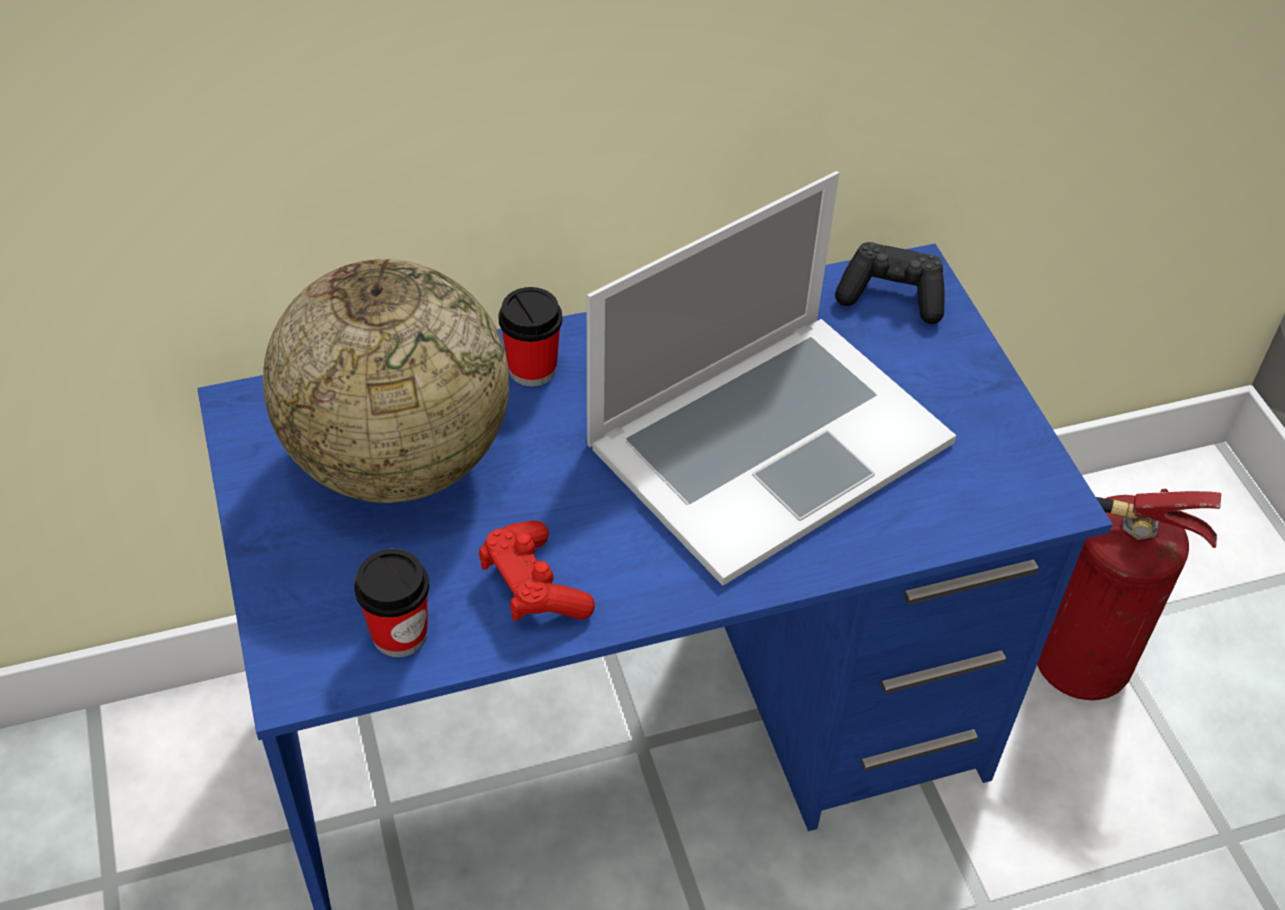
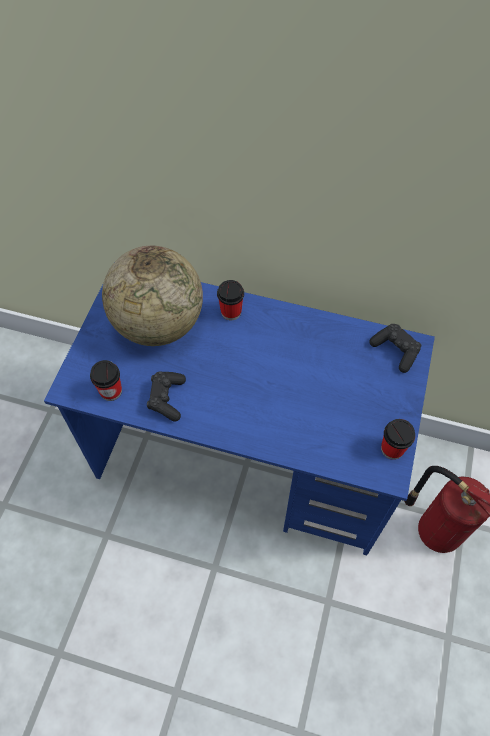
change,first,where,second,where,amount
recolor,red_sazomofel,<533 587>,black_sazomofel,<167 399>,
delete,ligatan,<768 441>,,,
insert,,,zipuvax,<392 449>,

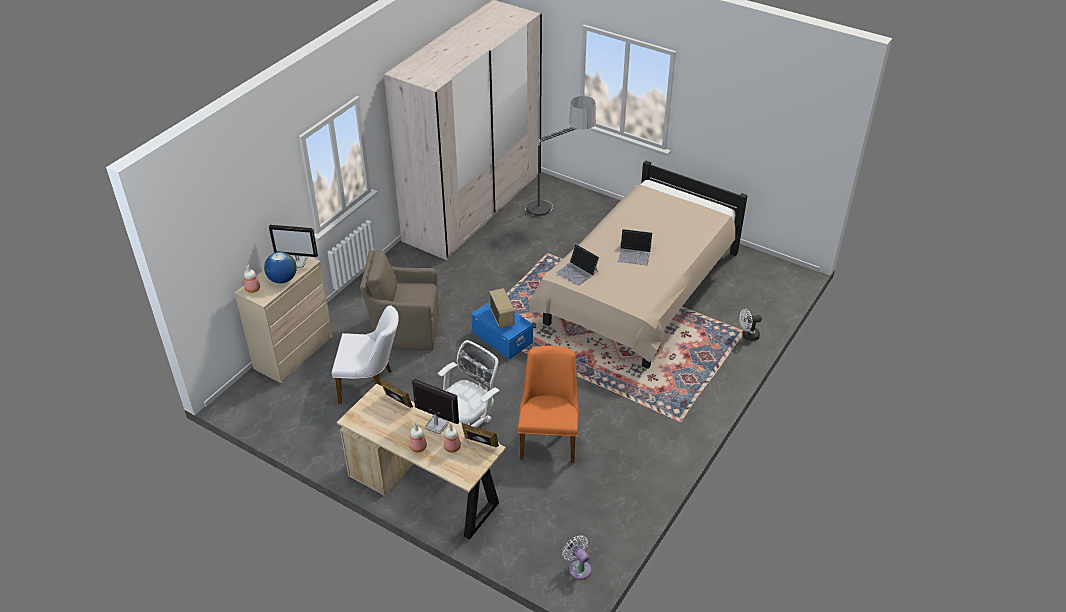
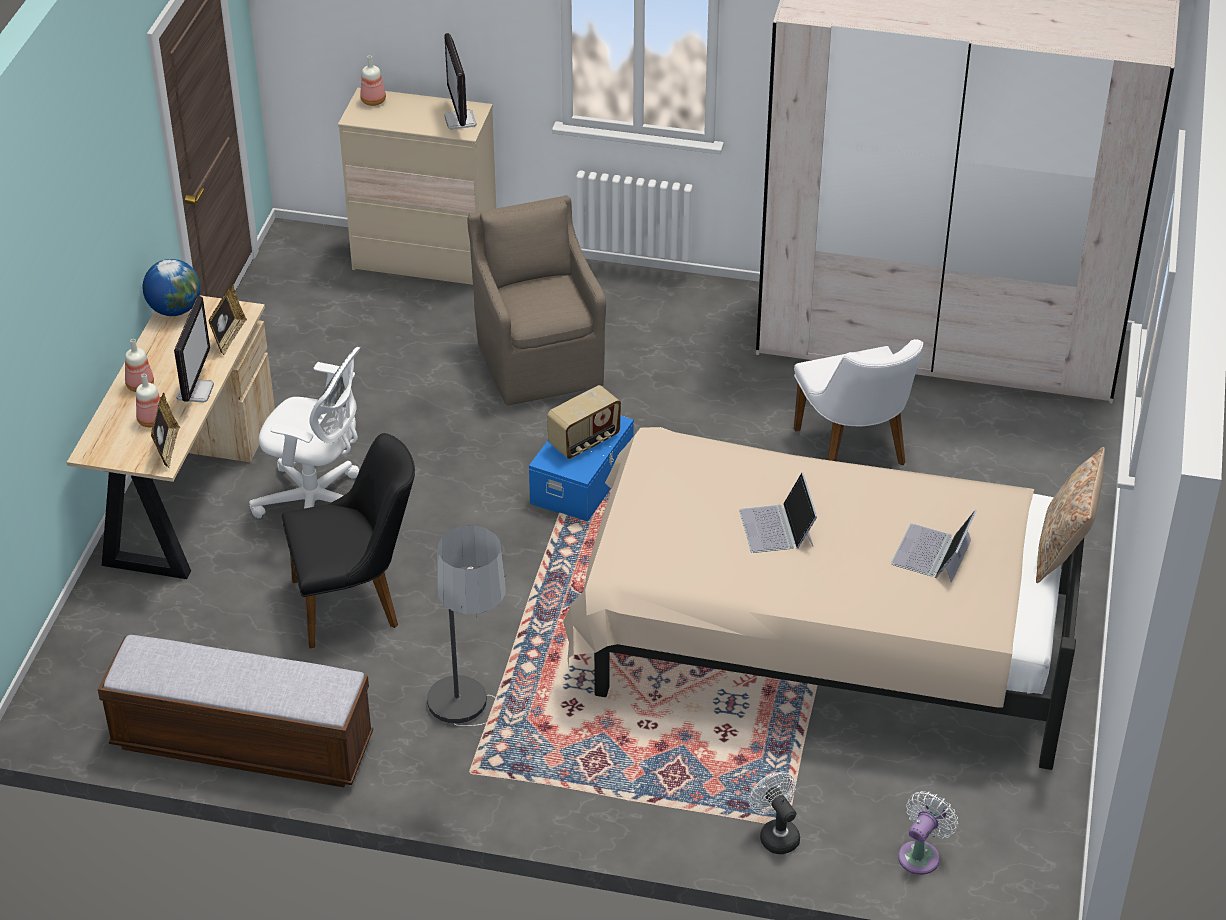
change,first,where,second,where,amount
move,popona,<282 279>,,<175 309>,
move,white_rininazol,<371 386>,,<855 452>,
recolor,orange_rininazol,<549 437>,black_rininazol,<356 602>,
move,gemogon,<558 209>,,<471 737>,
move,ligatan,<577 272>,,<932 553>,
move,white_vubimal,<578 568>,,<921 854>,
insert,,,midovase,<242 743>,
insert,,,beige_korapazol,<1063 550>,

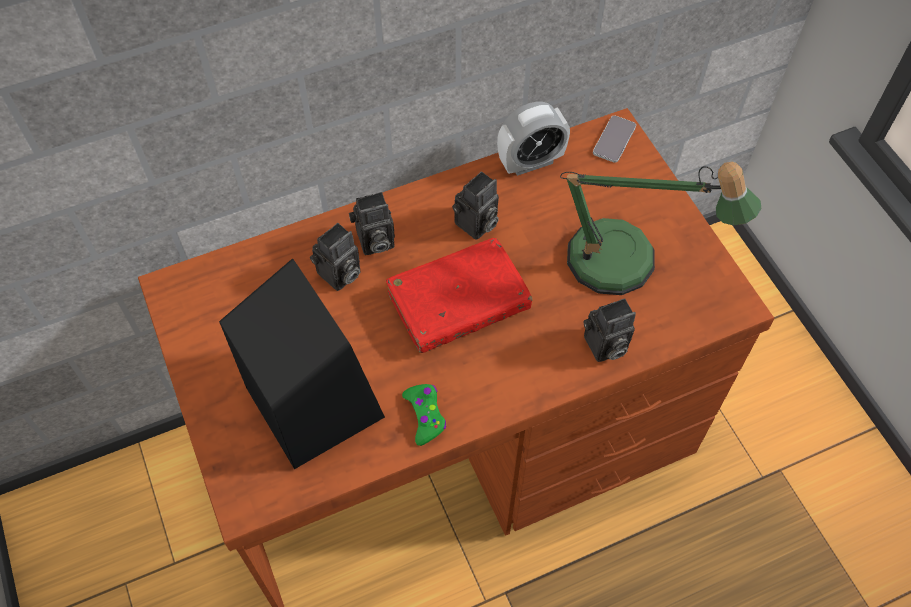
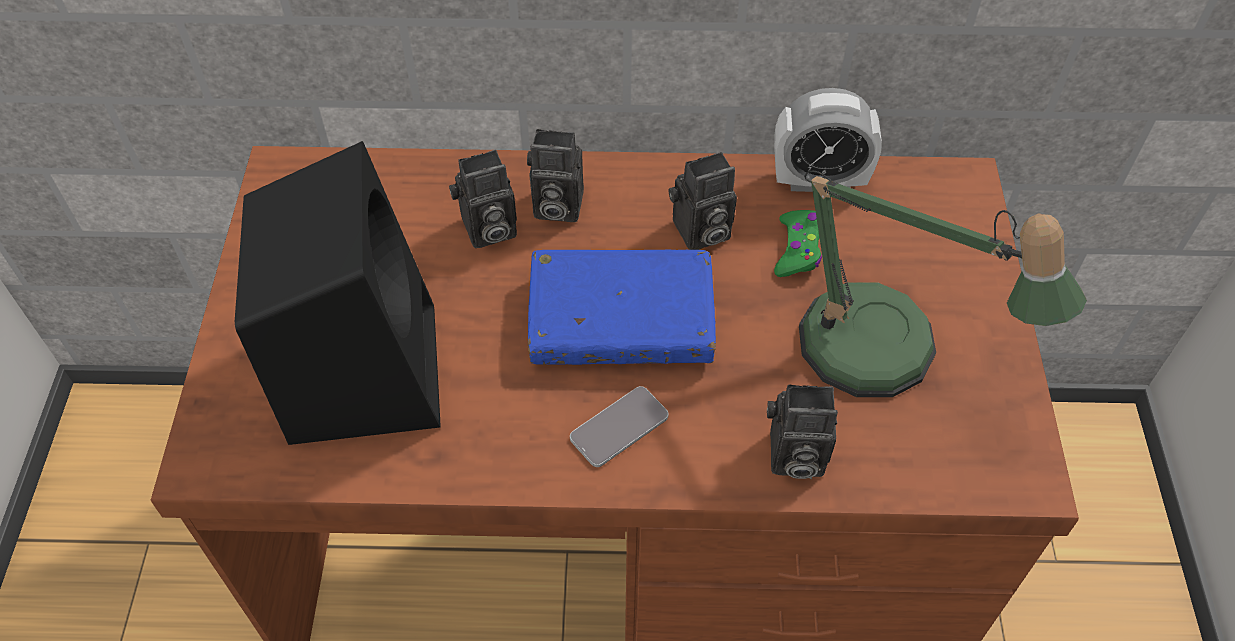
change,first,where,second,where,amount
recolor,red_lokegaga,<458 303>,blue_lokegaga,<621 321>,
move,green_sazomofel,<425 415>,,<798 249>,
move,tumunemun,<614 140>,,<619 427>,

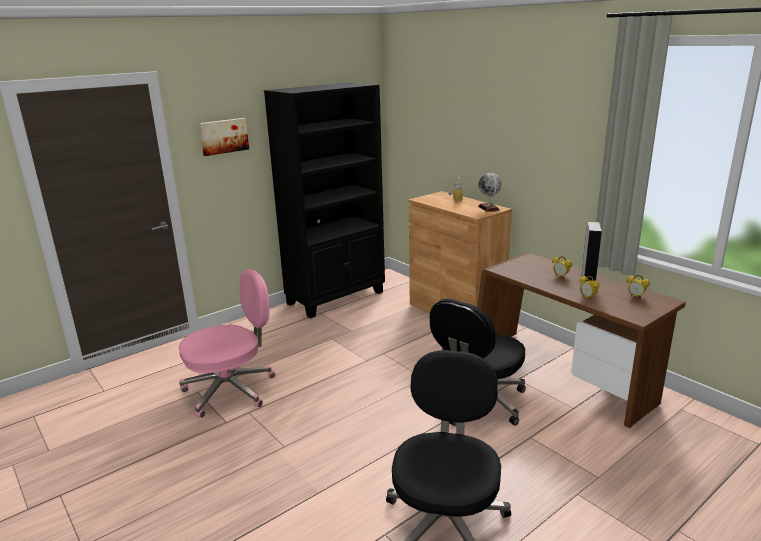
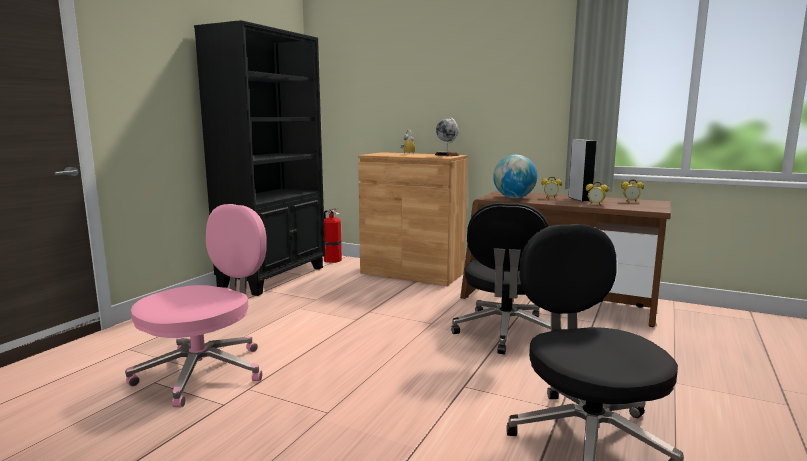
change,first,where,second,where,amount
delete,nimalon,<223 136>,,,
insert,,,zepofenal,<332 260>,
insert,,,popona,<514 198>,

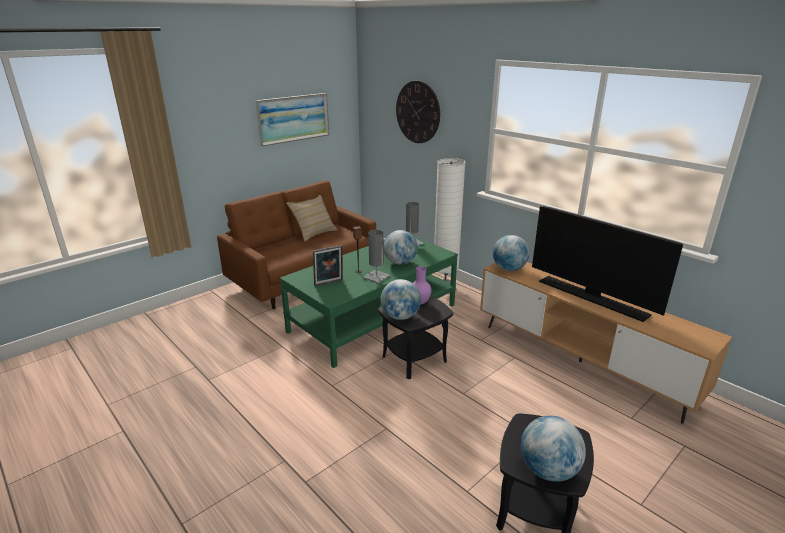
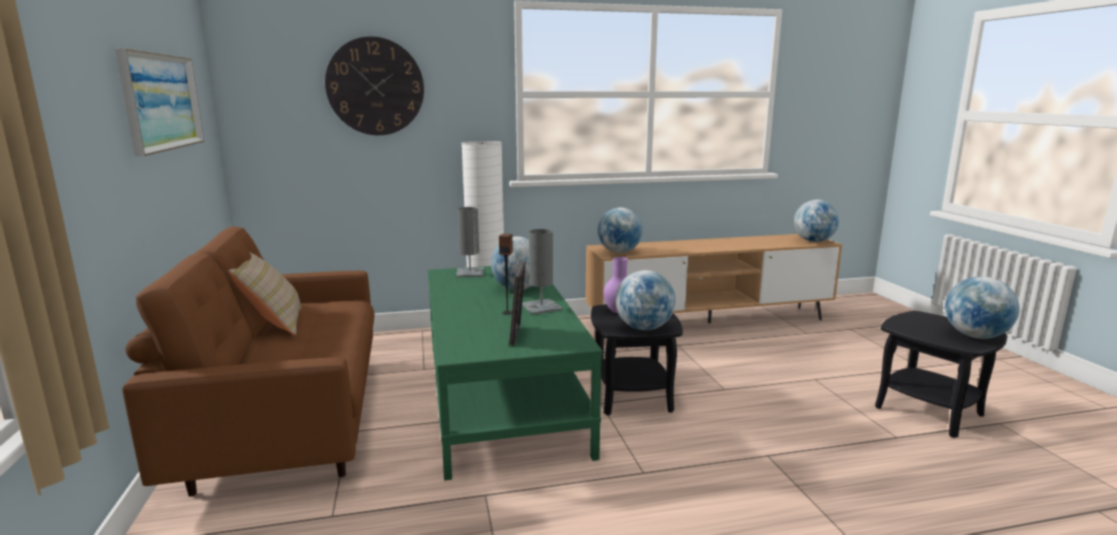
change,first,where,second,where,amount
delete,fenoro,<592 298>,,,
insert,,,popona,<813 241>,

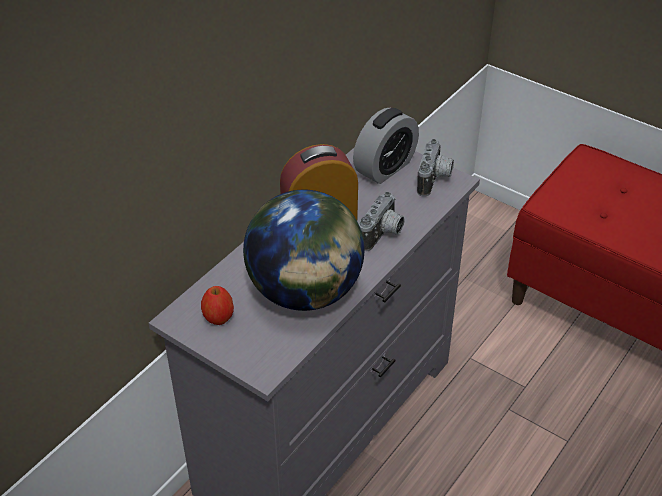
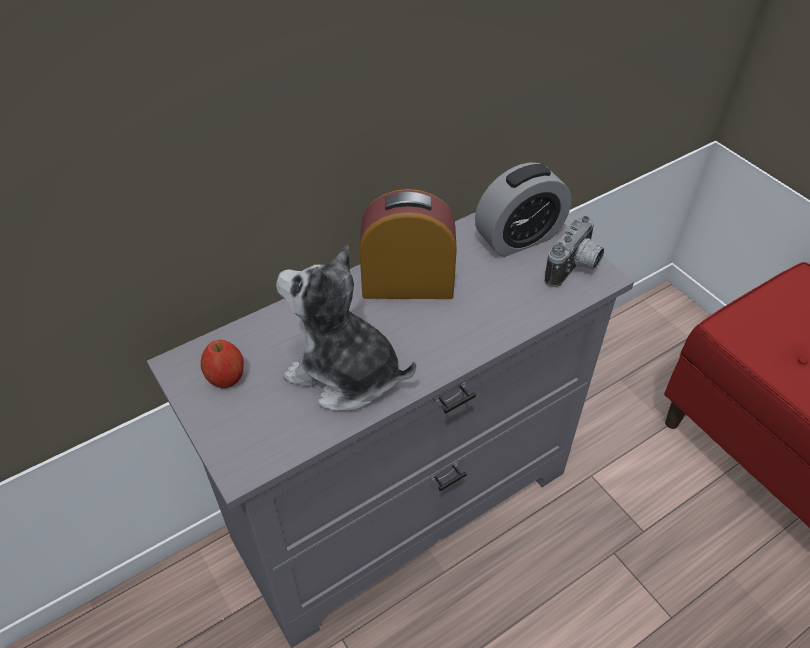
change,first,where,second,where,amount
replace,popona,<305 292>,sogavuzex,<344 374>,
delete,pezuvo,<383 235>,,,

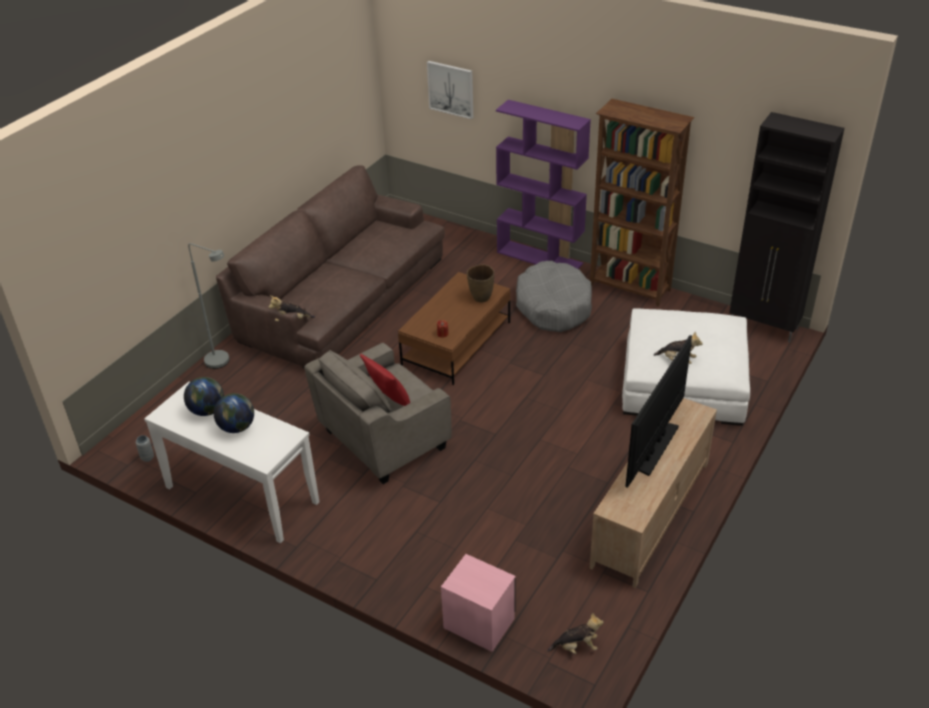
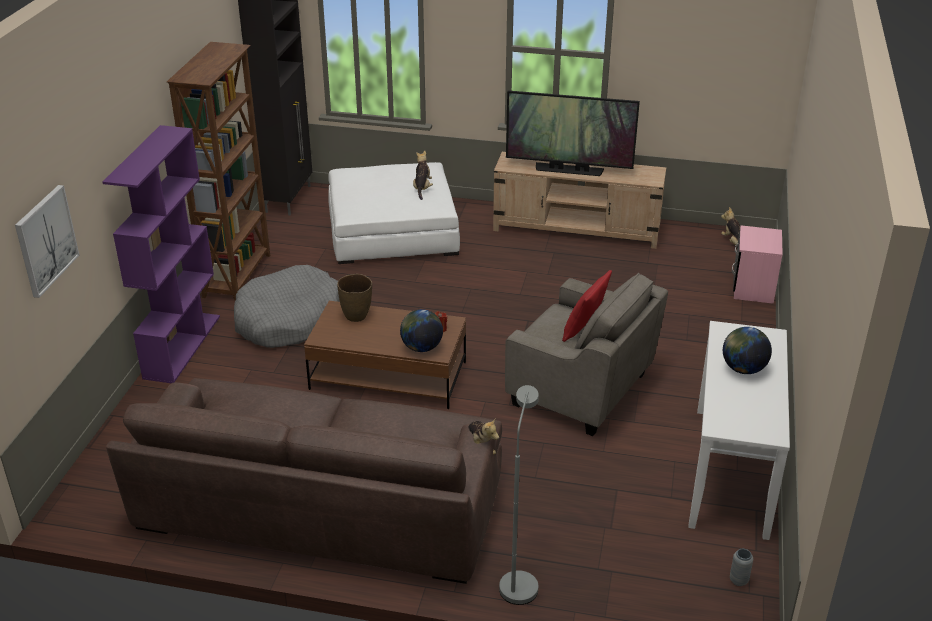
change,first,where,second,where,amount
move,popona,<207 410>,,<421 347>,

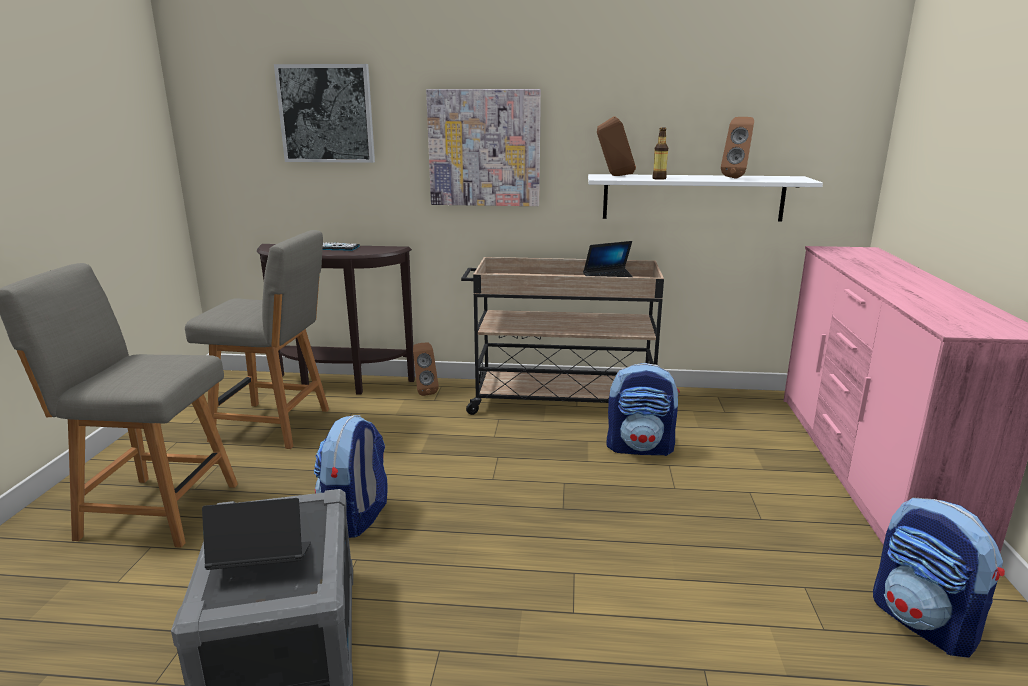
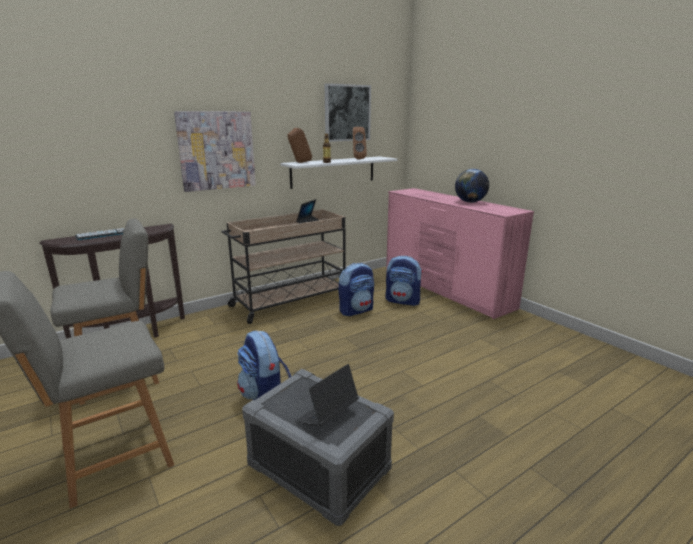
change,first,where,second,where,amount
move,nimalon,<326 114>,,<347 113>,
delete,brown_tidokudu,<424 391>,,,
move,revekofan,<924 623>,,<403 301>,
insert,,,popona,<470 202>,

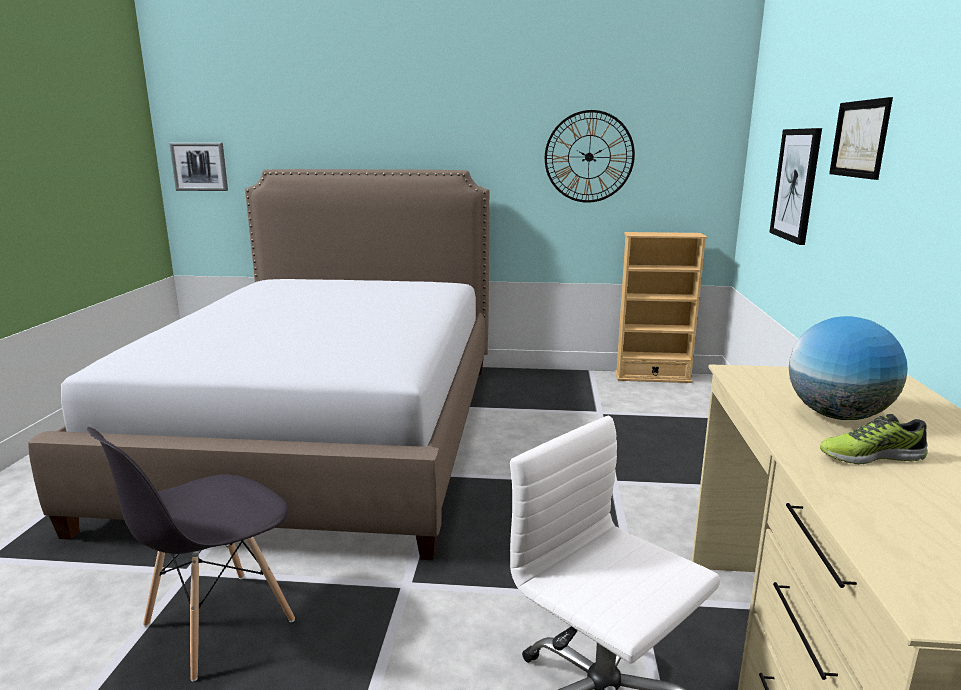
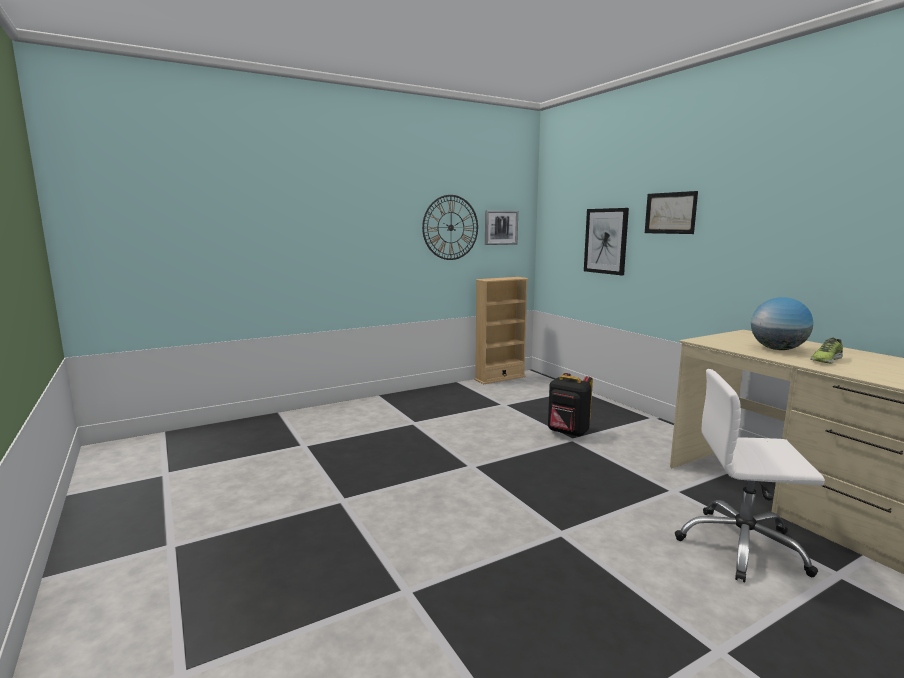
change,first,where,second,where,amount
delete,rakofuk,<328 432>,,,
delete,grey_rininazol,<217 624>,,,
move,nimalon,<199 166>,,<500 227>,
insert,,,black_revekofan,<568 432>,

